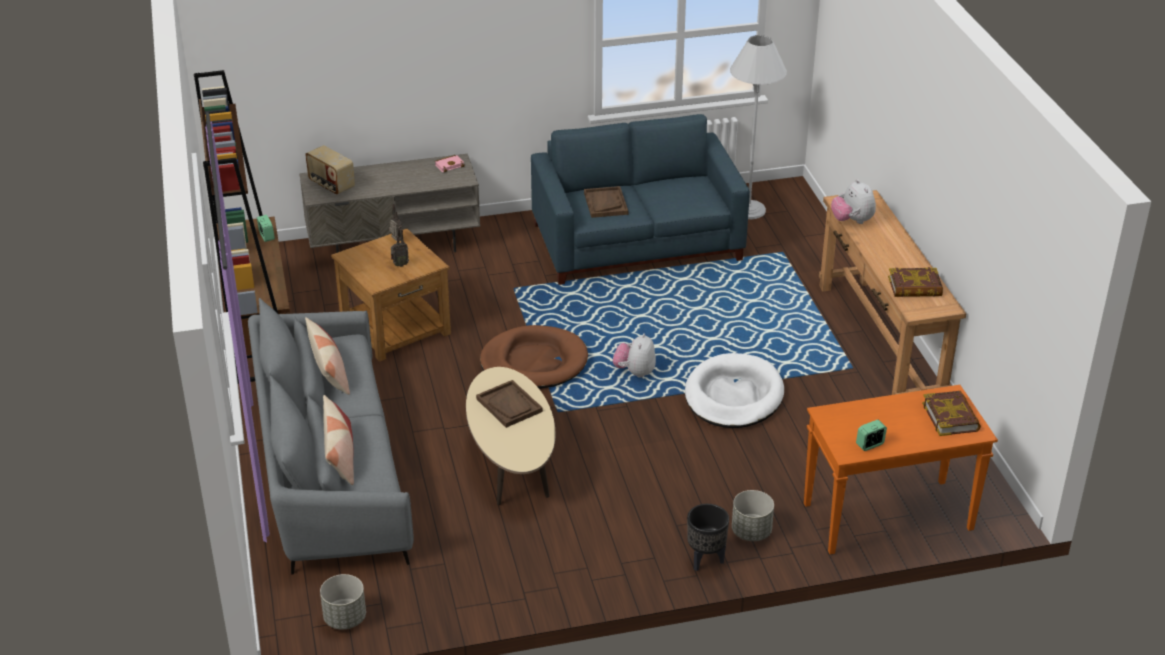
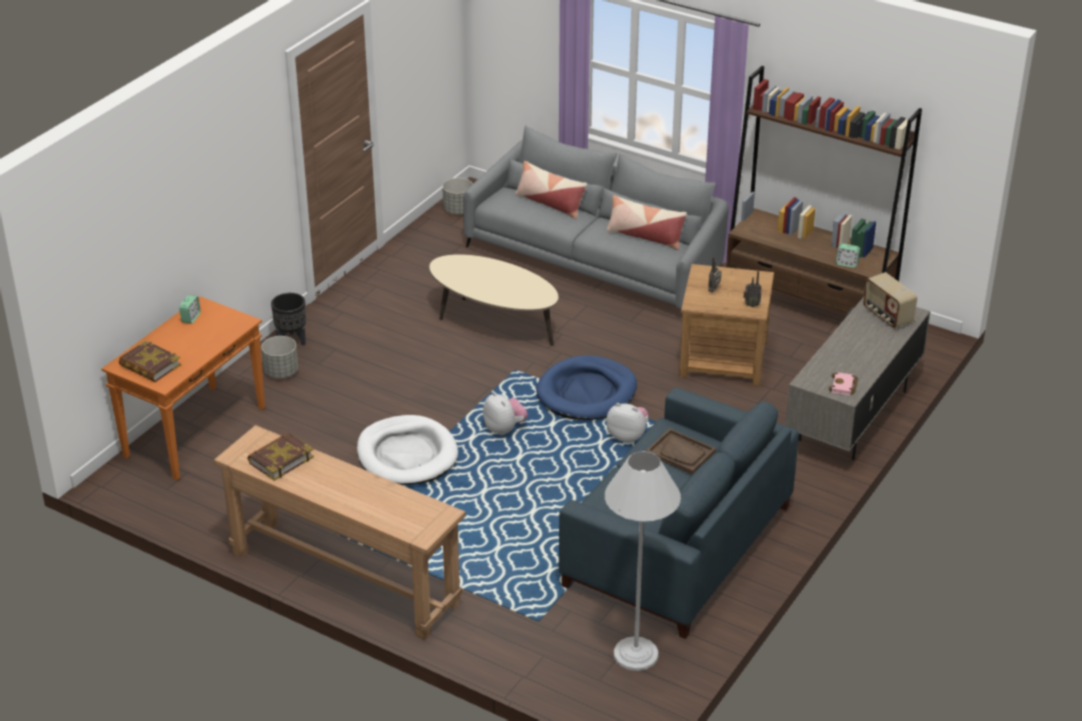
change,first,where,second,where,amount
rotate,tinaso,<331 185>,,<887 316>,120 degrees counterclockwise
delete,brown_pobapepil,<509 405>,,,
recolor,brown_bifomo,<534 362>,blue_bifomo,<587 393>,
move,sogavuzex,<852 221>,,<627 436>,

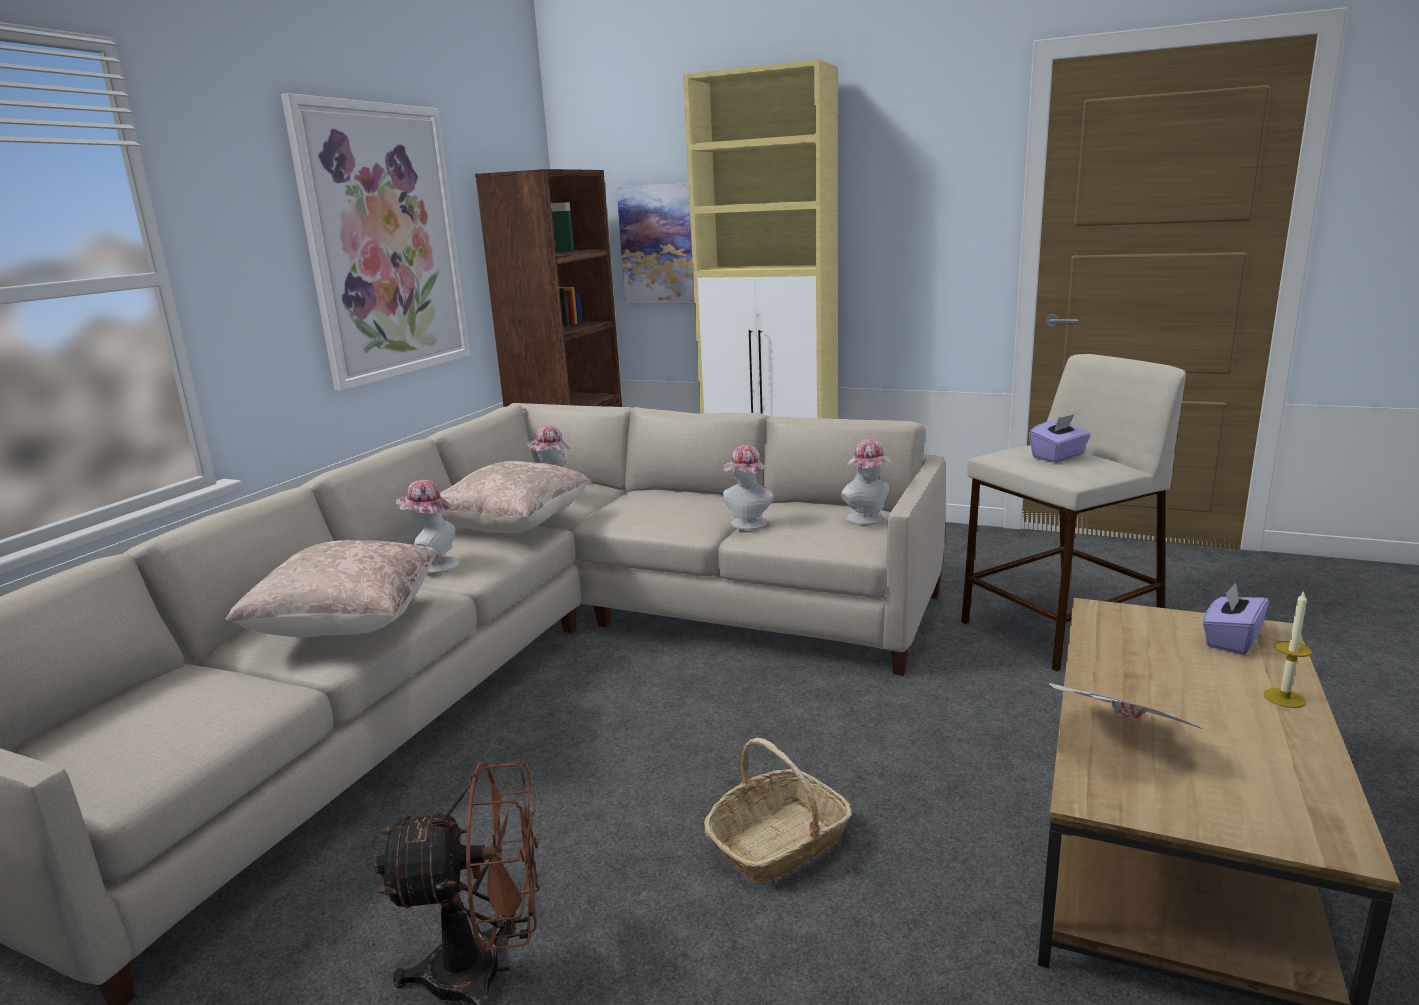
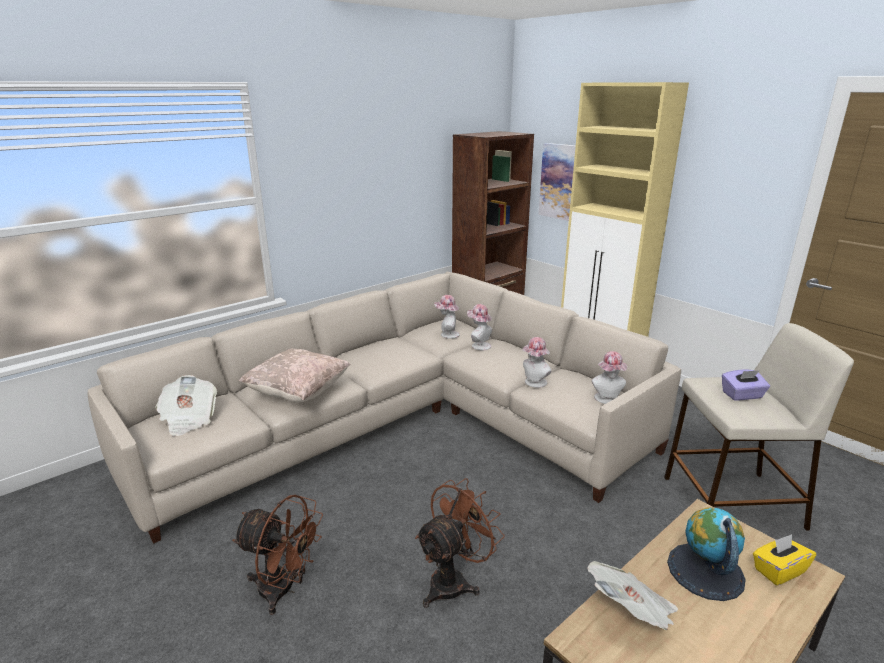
change,first,where,second,where,amount
delete,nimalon,<384 242>,,,
move,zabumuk,<434 565>,,<479 345>,
delete,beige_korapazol,<513 527>,,,
replace,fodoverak,<779 843>,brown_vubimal,<454 580>,
recolor,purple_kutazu,<1231 640>,yellow_kutazu,<778 570>,
delete,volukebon,<1284 698>,,,
insert,,,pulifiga,<189 419>,
insert,,,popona,<705 571>,

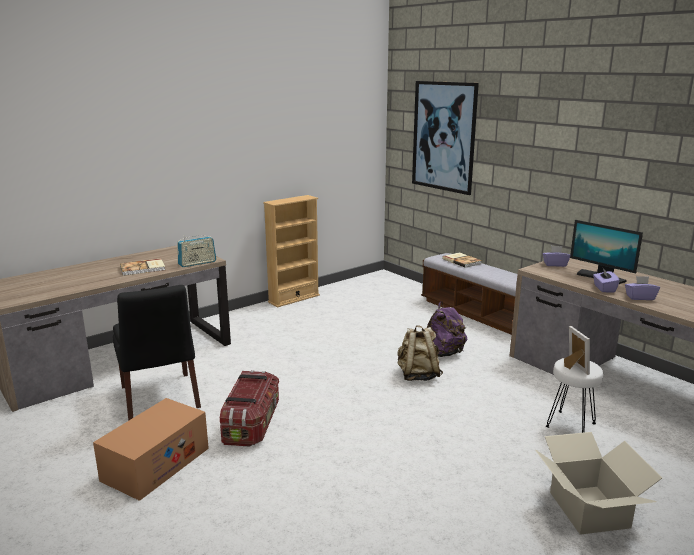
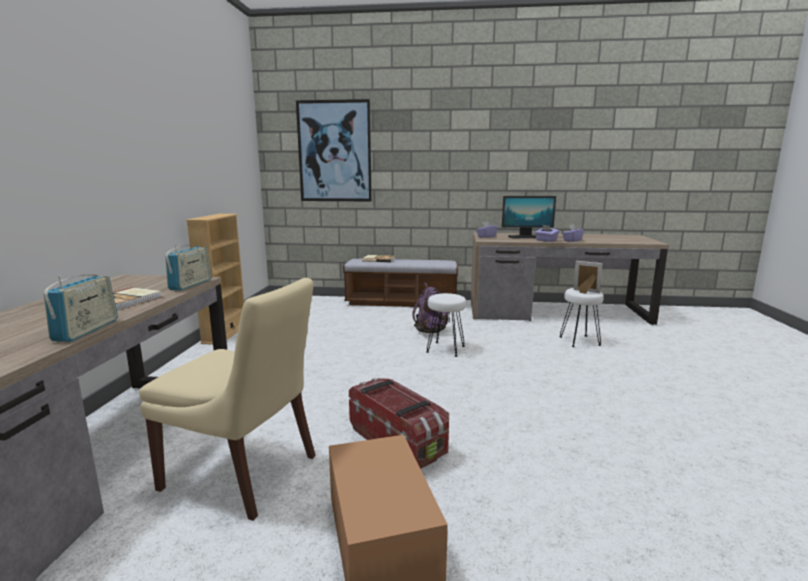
change,first,where,second,where,amount
recolor,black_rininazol,<160 399>,beige_rininazol,<244 474>,
replace,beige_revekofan,<418 375>,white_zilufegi,<445 349>,
delete,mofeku,<588 509>,,,
insert,,,tinaso,<87 330>,

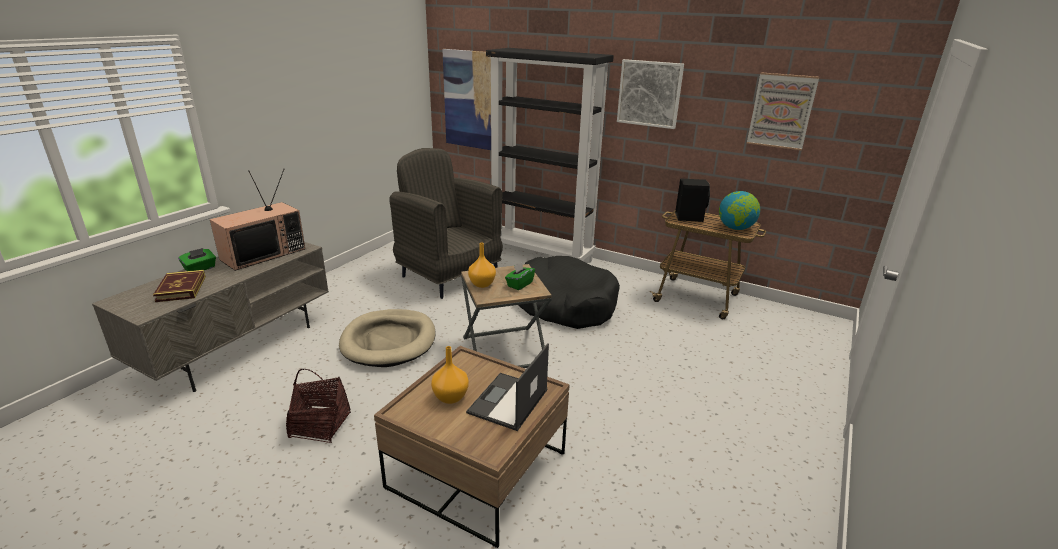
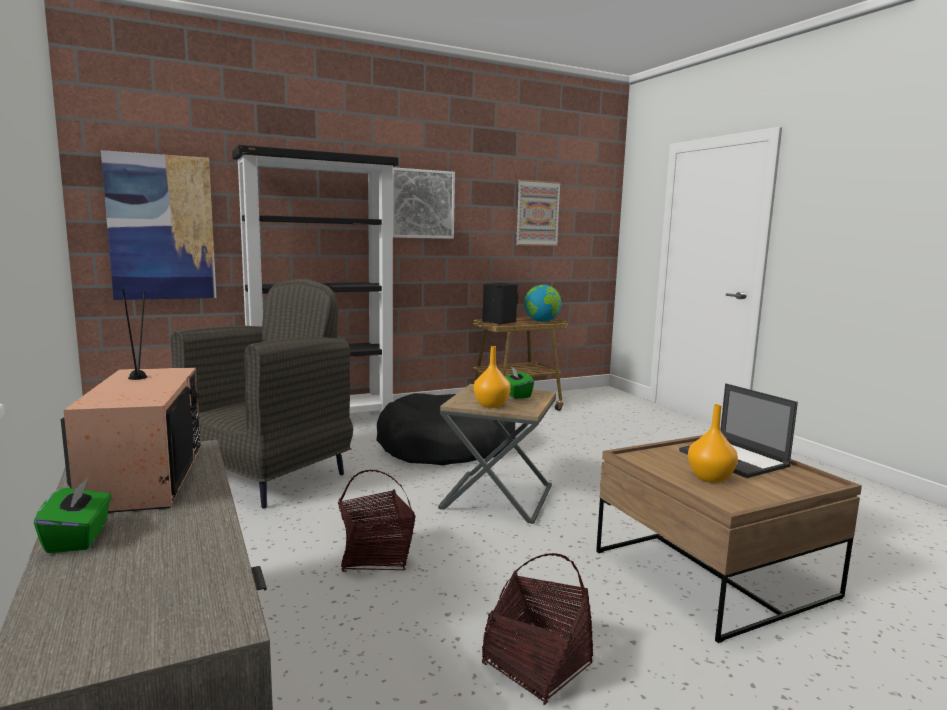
change,first,where,second,where,amount
delete,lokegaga,<181 289>,,,
replace,beige_bifomo,<389 341>,fodoverak,<375 556>,
rotate,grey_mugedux,<449 275>,,<269 475>,135 degrees clockwise

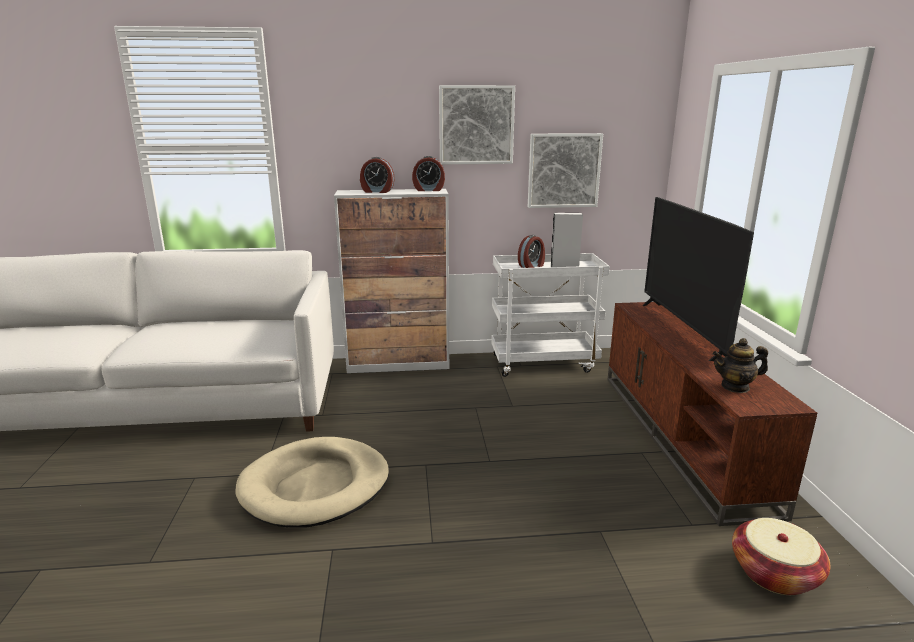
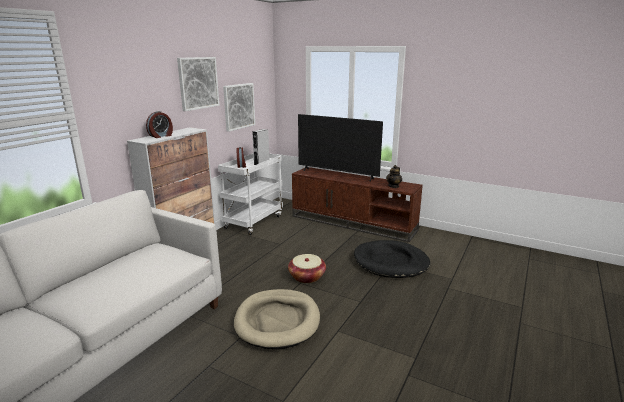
change,first,where,second,where,amount
delete,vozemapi,<428 190>,,,
move,fodoverak,<774 573>,,<307 277>,
insert,,,black_bifomo,<391 262>,

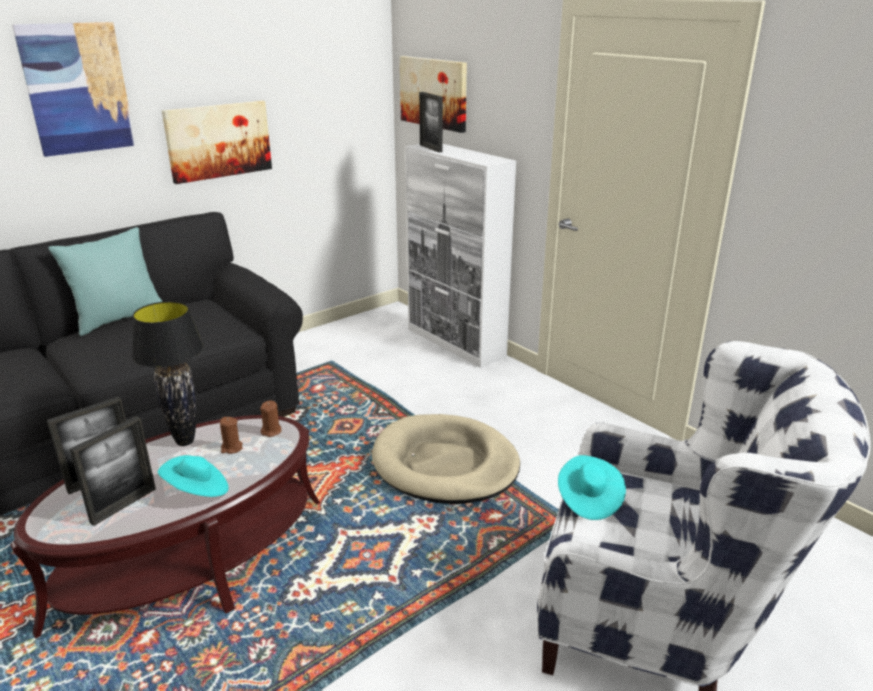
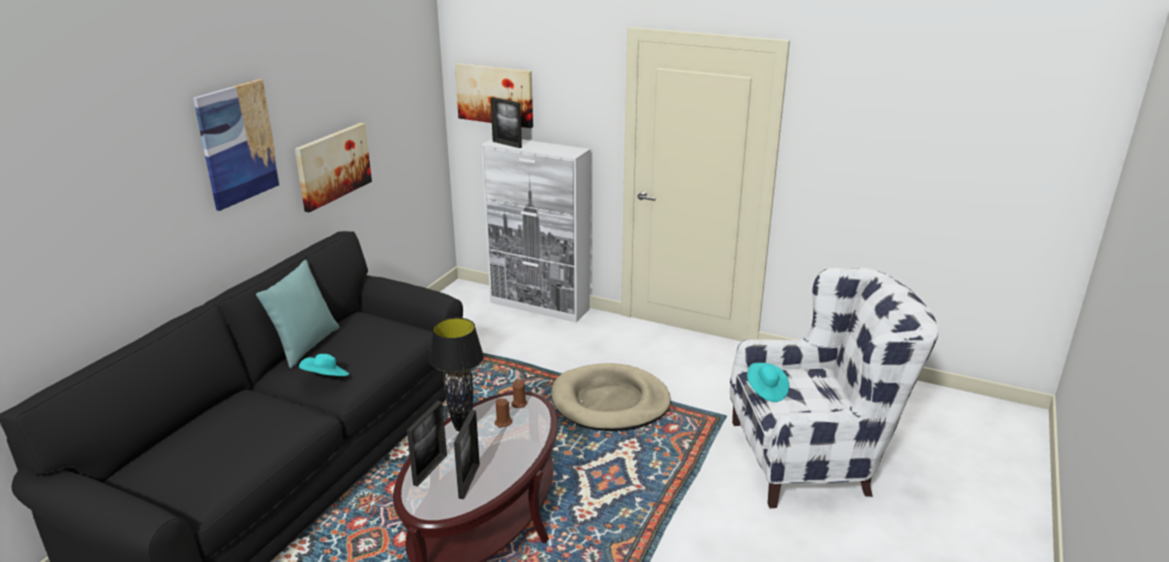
change,first,where,second,where,amount
move,turquoise_zabumuk,<197 491>,,<326 378>,

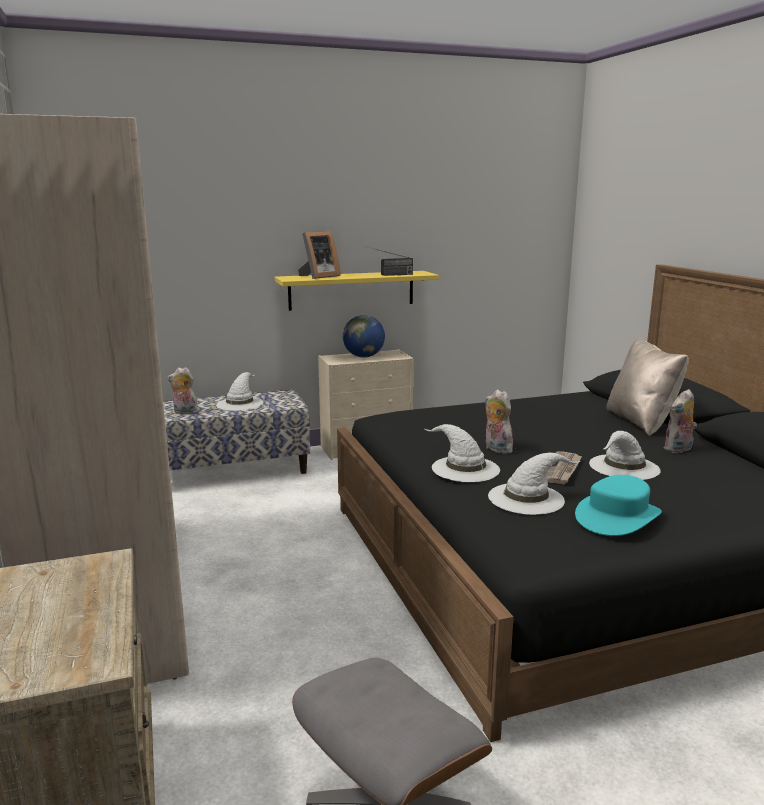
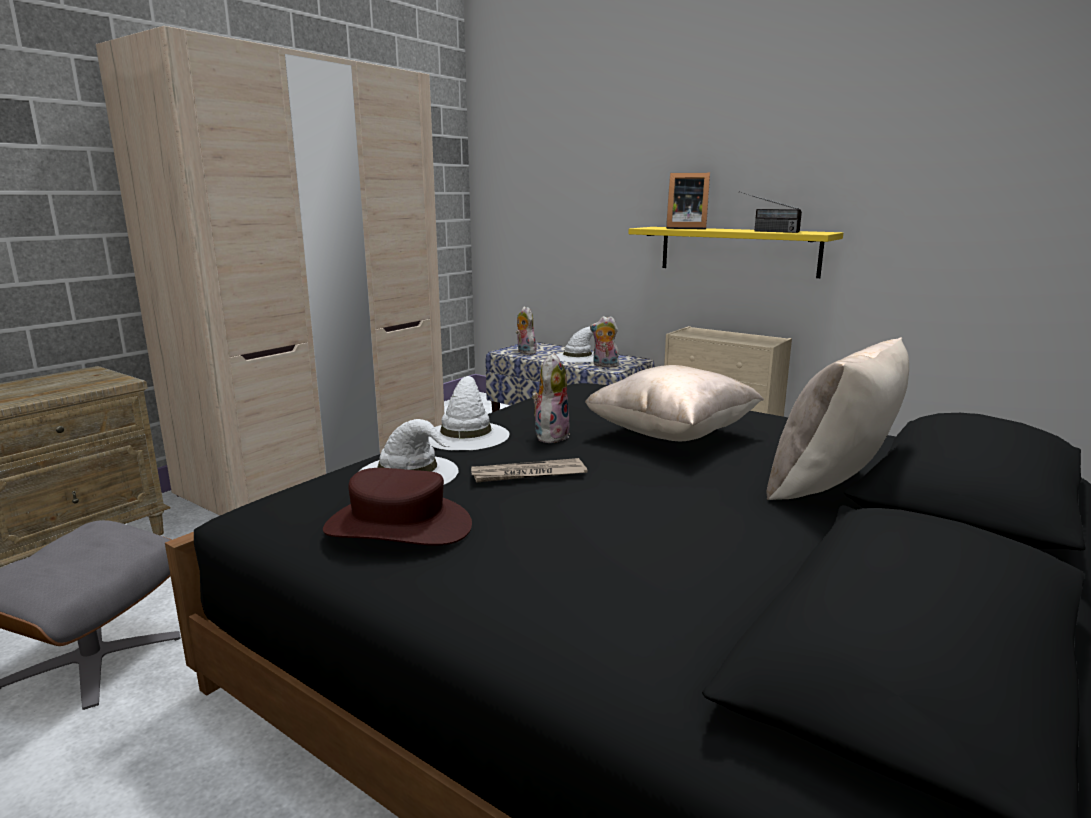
change,first,where,second,where,amount
delete,popona,<364 356>,,,
recolor,turquoise_zabumuk,<617 516>,brown_zabumuk,<398 526>,
delete,white_zabumuk,<624 467>,,,
move,sogavuzex,<679 449>,,<604 365>,
insert,,,beige_korapazol,<671 435>,

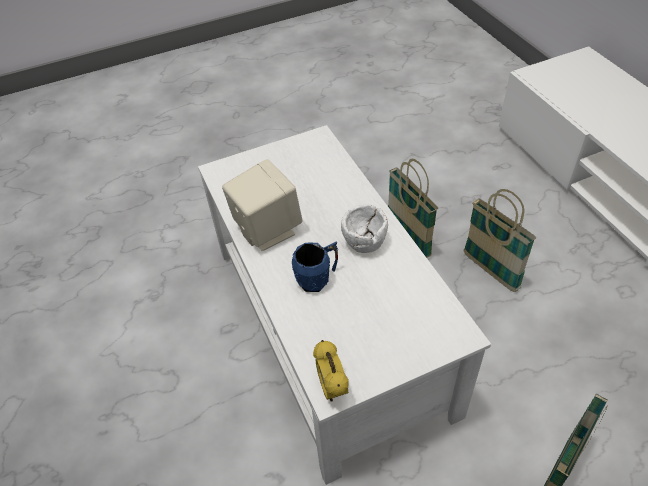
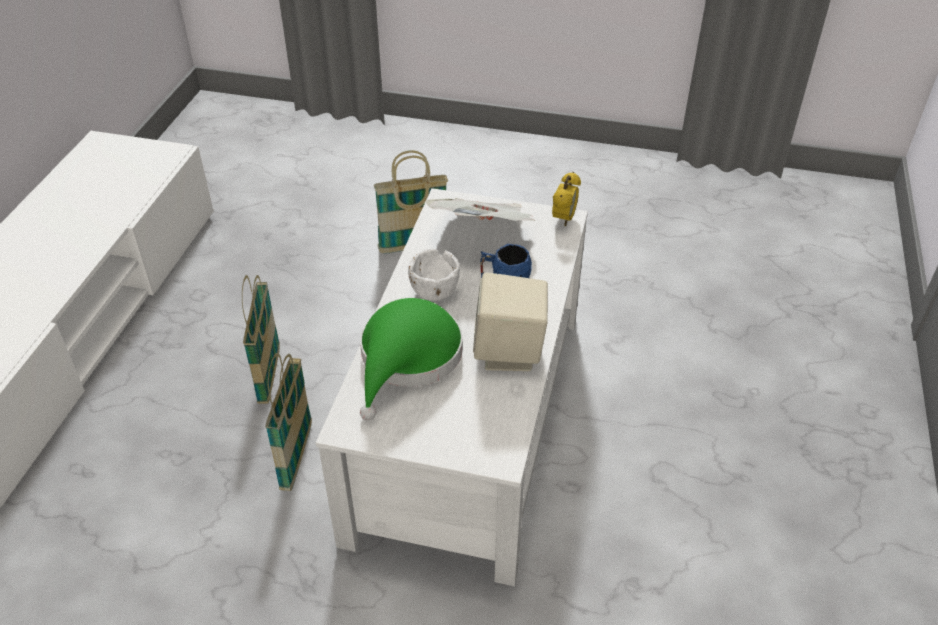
change,first,where,second,where,amount
insert,,,green_zabumuk,<408 359>,
insert,,,pulifiga,<484 232>,

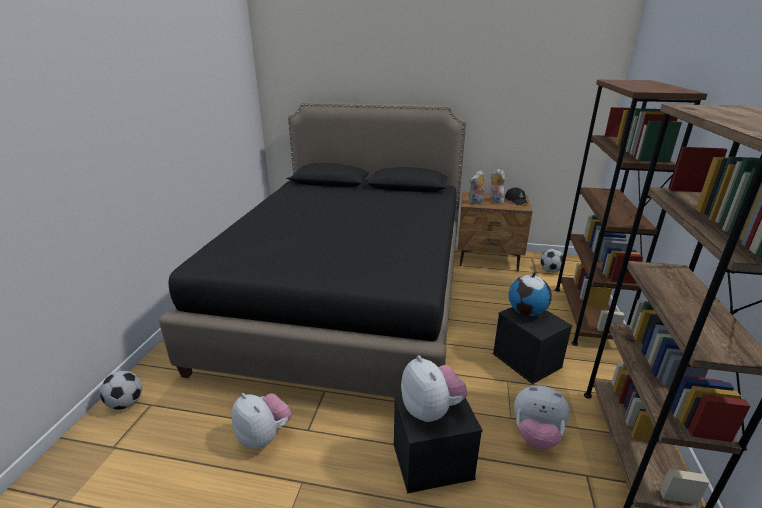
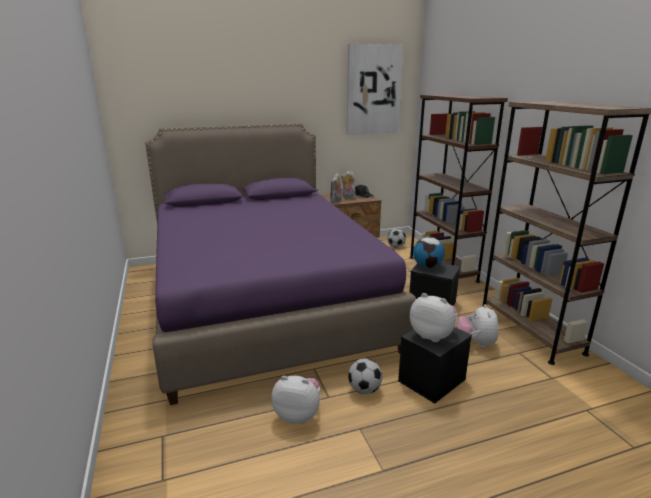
change,first,where,second,where,amount
move,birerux,<126 403>,,<365 390>,
recolor,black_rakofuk,<348 297>,purple_rakofuk,<263 301>,
rotate,sogavuzex,<536 435>,,<476 343>,105 degrees clockwise
insert,,,nimalon,<373 90>,

